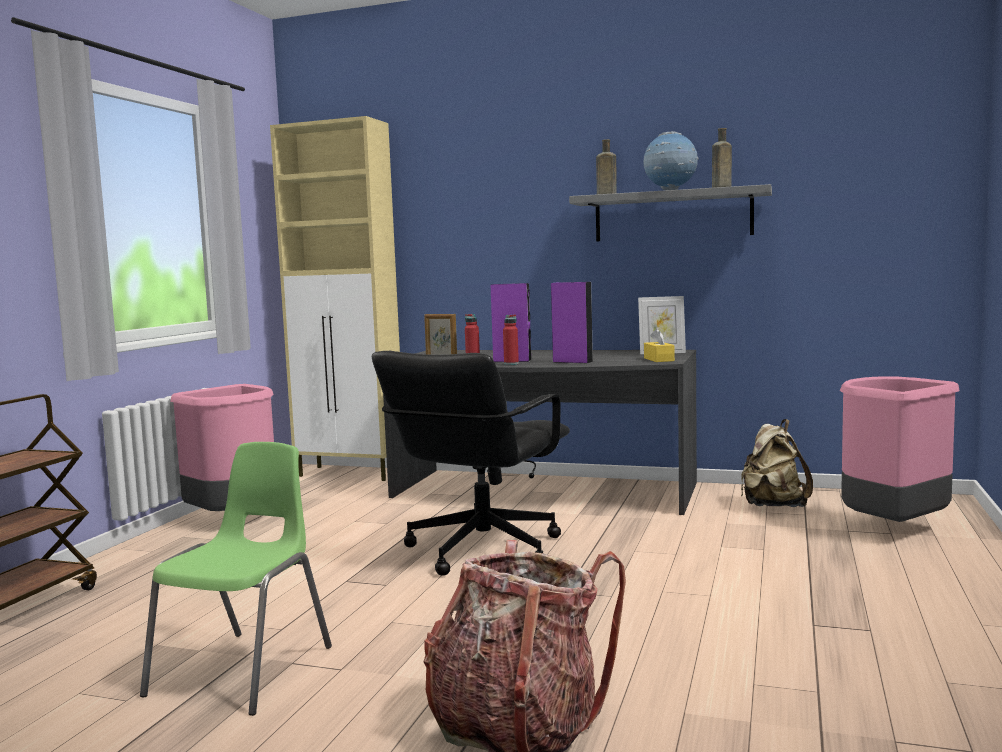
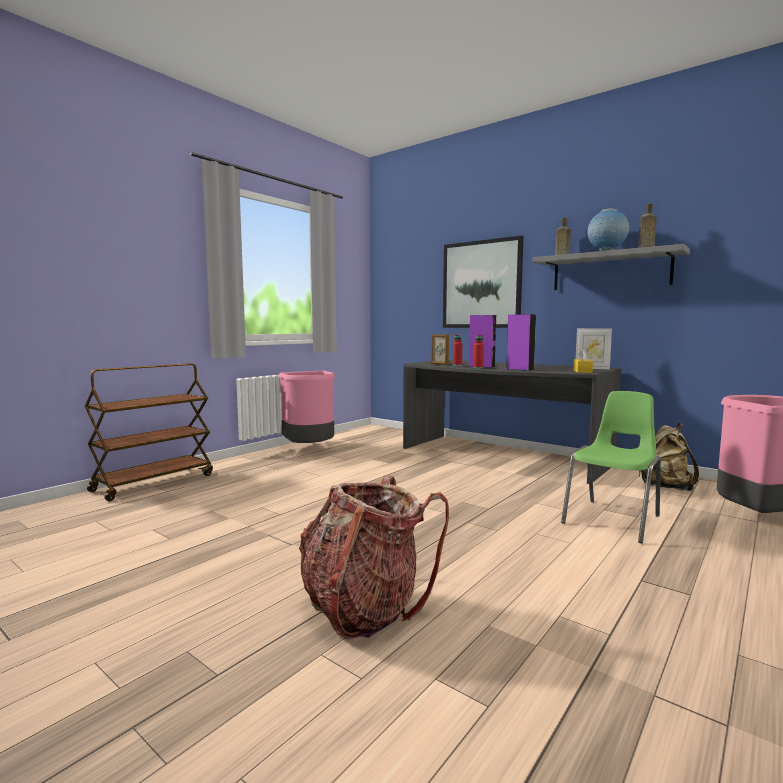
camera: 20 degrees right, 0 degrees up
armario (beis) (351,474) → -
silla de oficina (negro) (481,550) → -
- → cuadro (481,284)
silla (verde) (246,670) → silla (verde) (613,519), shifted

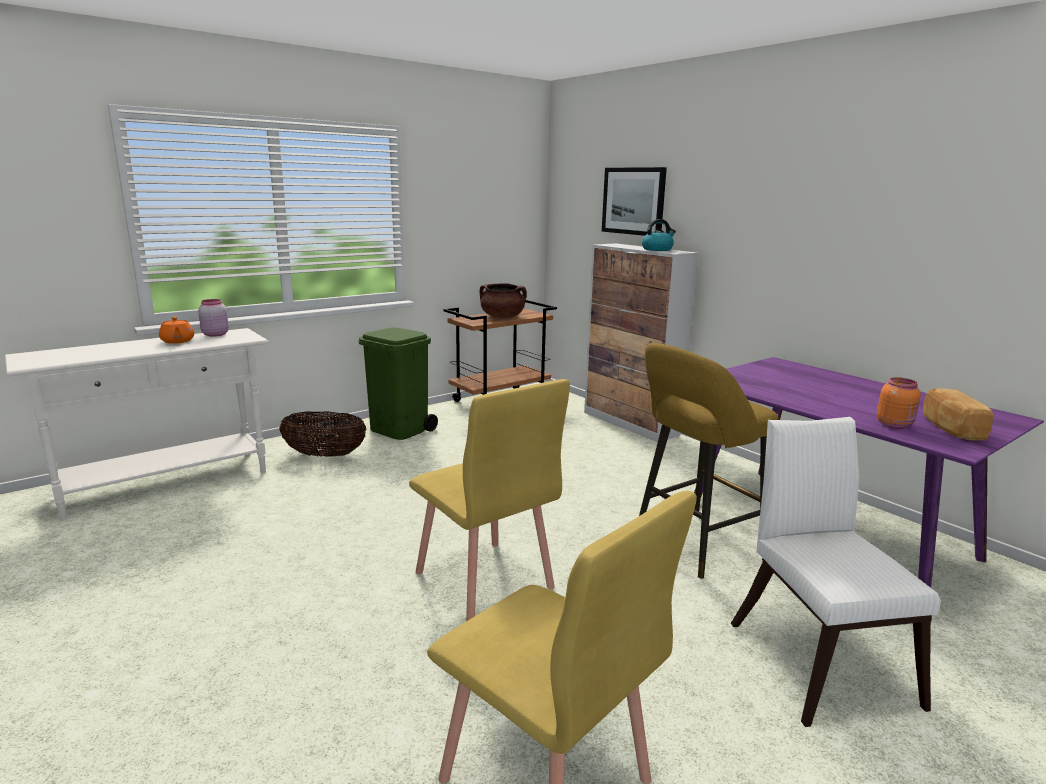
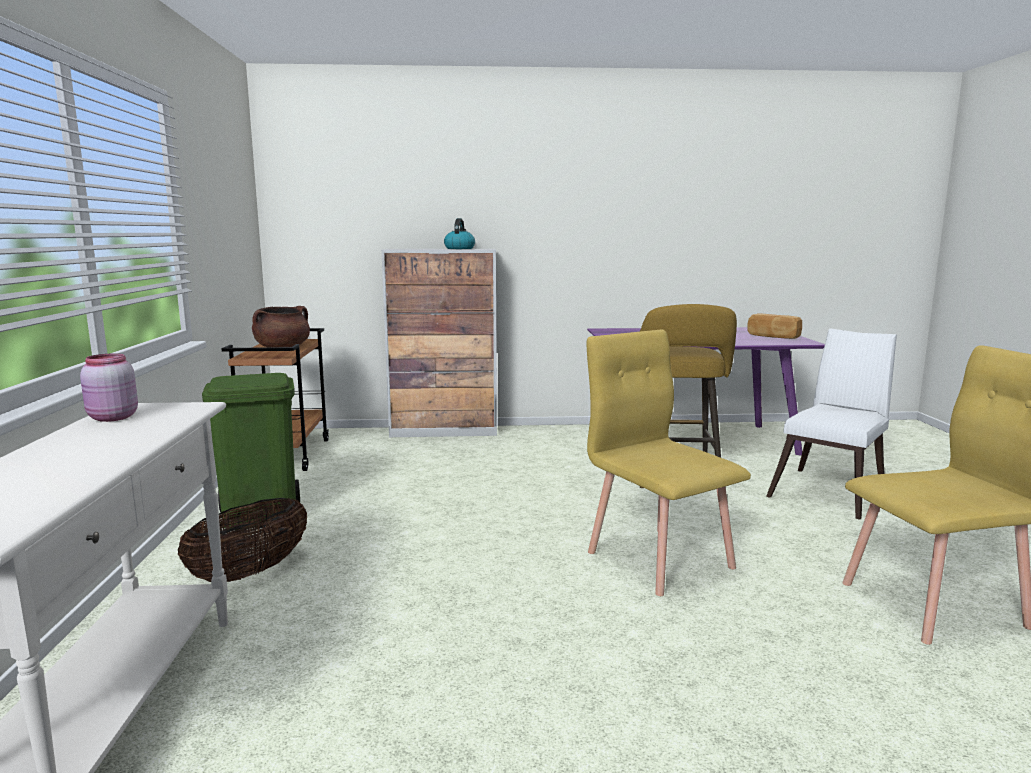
camera: 55 degrees left, 5 degrees down
tetera (naranja) (177,341) → -
cuadro (633,201) → -
tarro (naranja) (895,425) → -
silla (amarillo) (484,581) → silla (amarillo) (659,559), 120 degrees counterclockwise
silla (blanco) (817,656) → silla (blanco) (831,491), 105 degrees clockwise

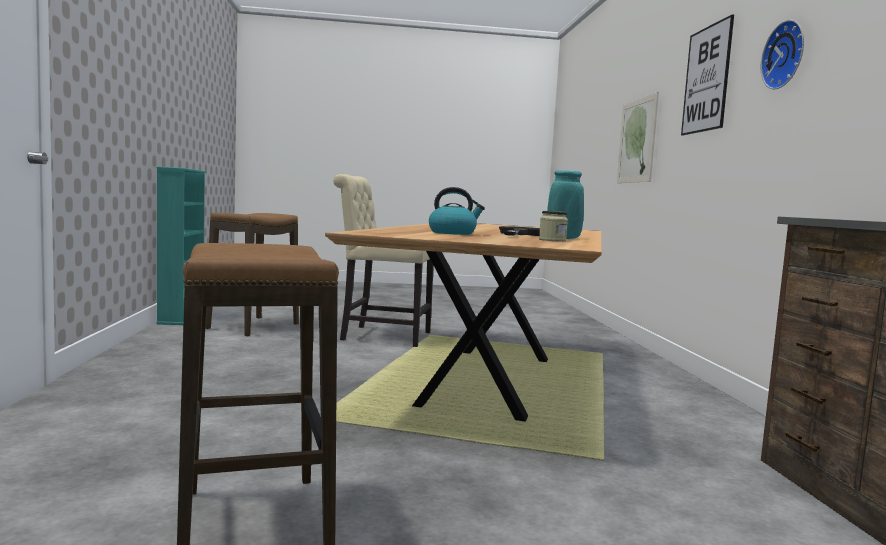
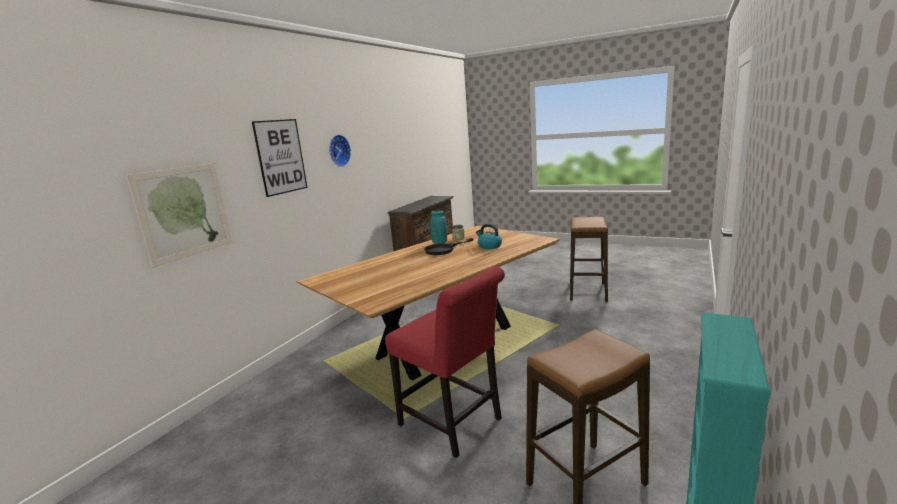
camera: 145 degrees left, 10 degrees up
silla (beis) (381,336) → silla (rojo) (454,424)

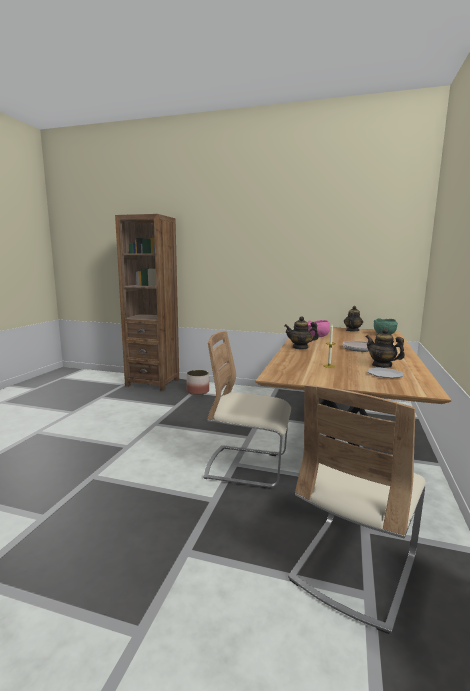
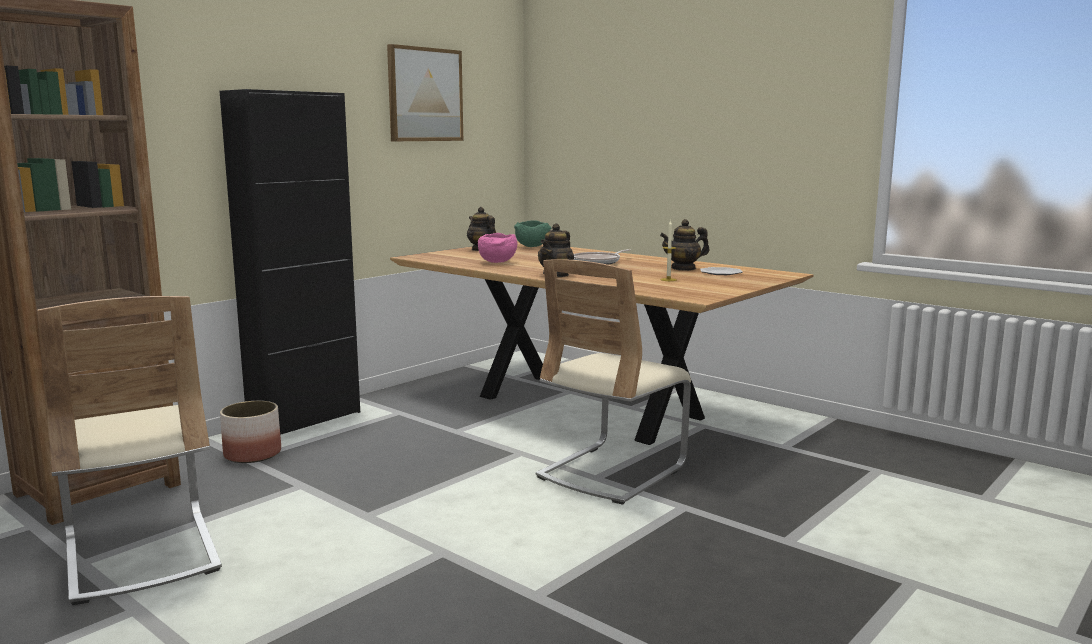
camera: 65 degrees left, 0 degrees up
- → armario (negro) (305,419)
- → cuadro (424,95)
silla (beis) (354,567) → silla (beis) (141,554), shifted

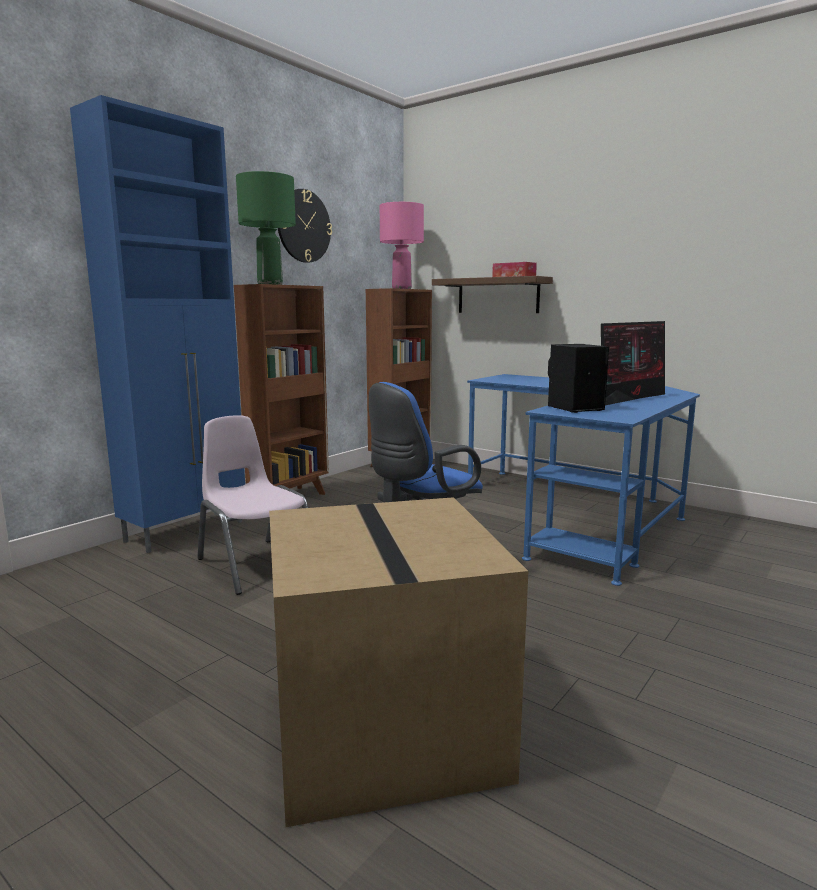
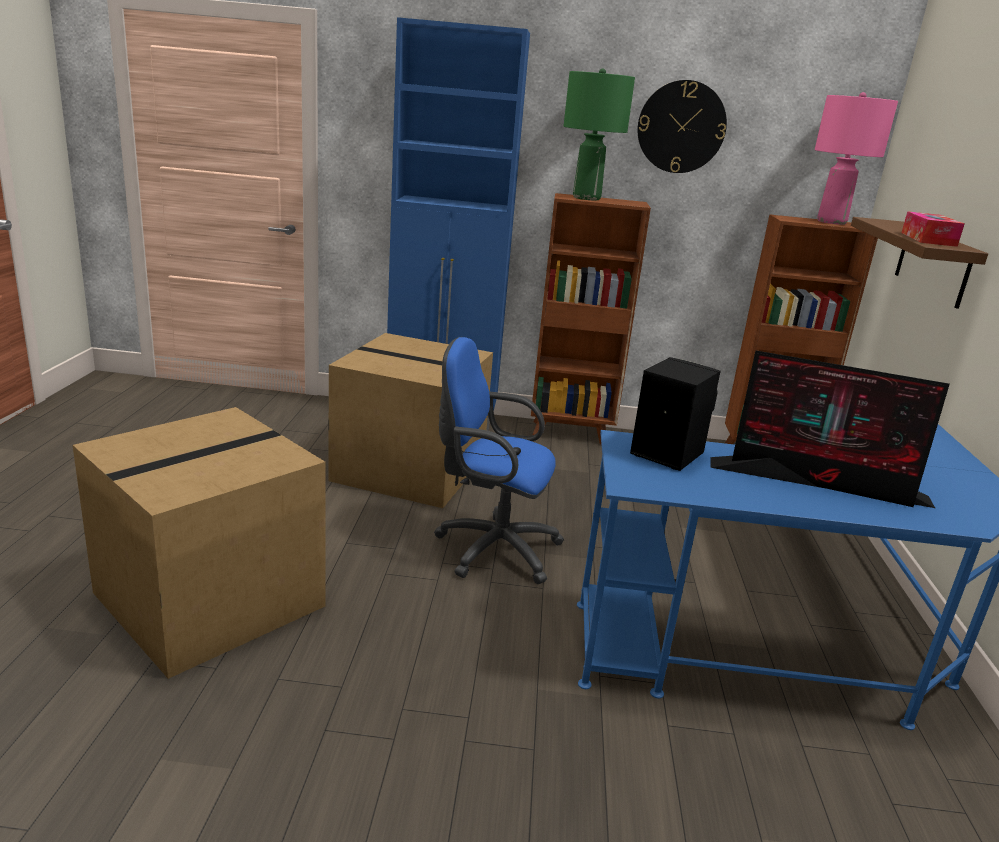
camera: 55 degrees right, 10 degrees up
silla (rosa) (256,564) → caja de cartón (412,469)

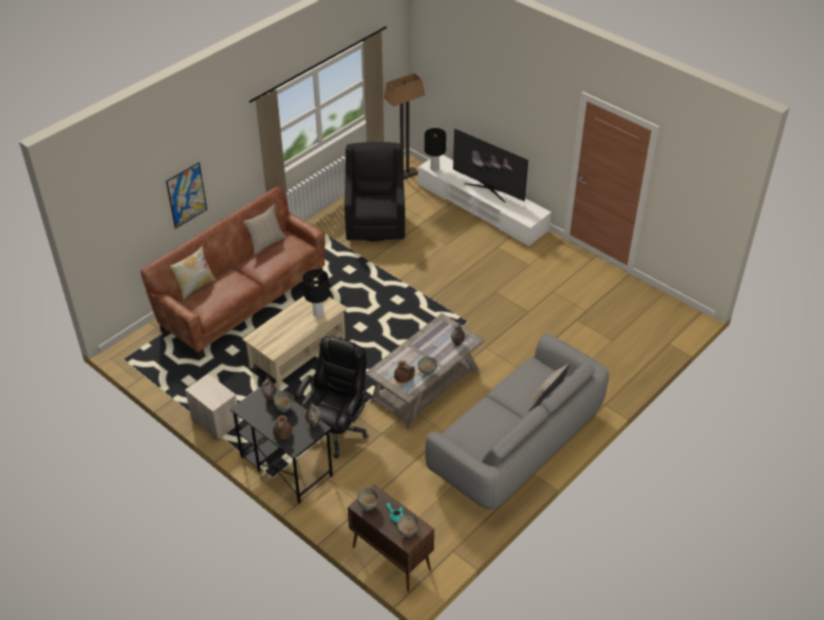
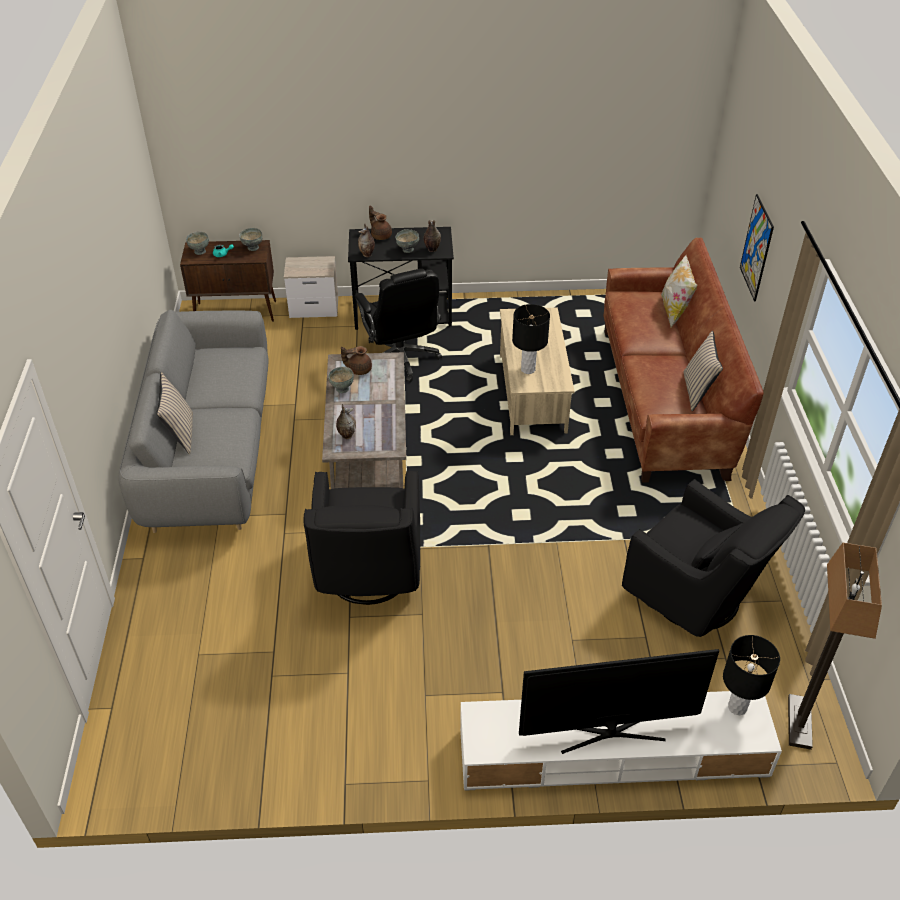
camera: 135 degrees right, 0 degrees up
- → sillón (negro) (368,574)
mesita de noche (215,420) → mesita de noche (315,308), shifted

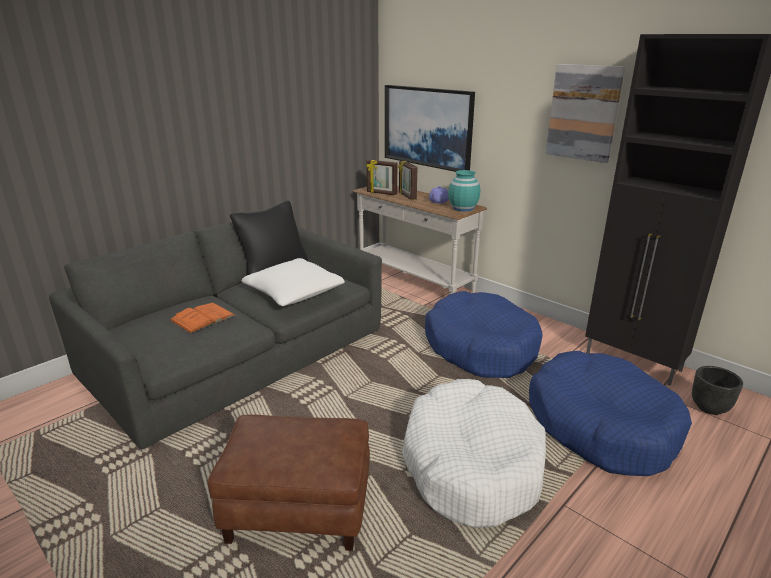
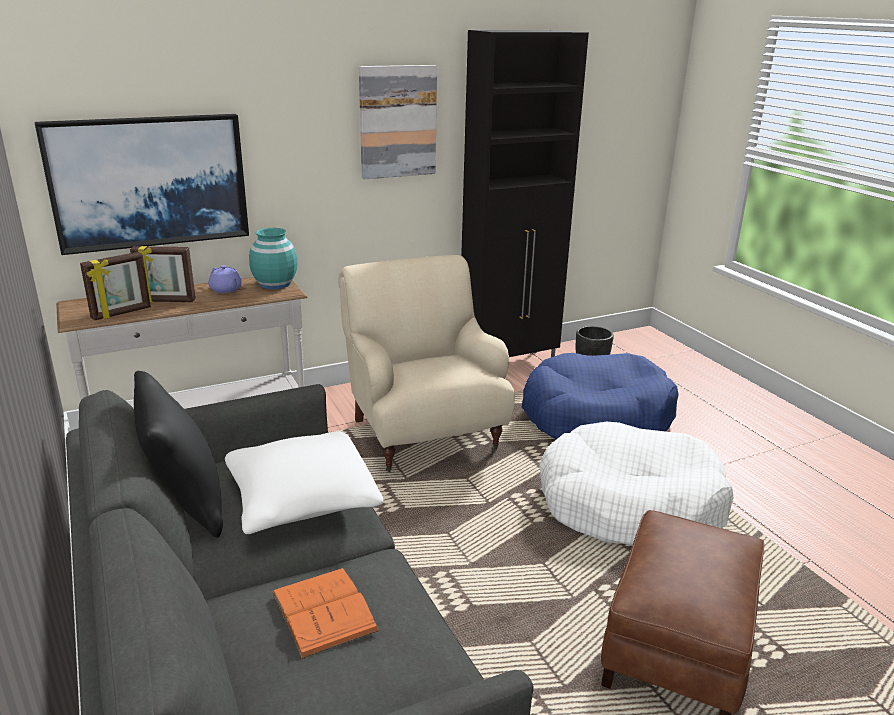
camera: 70 degrees left, 0 degrees up
cama para perro (azul) (480,347) → sillón (beis) (423,433)

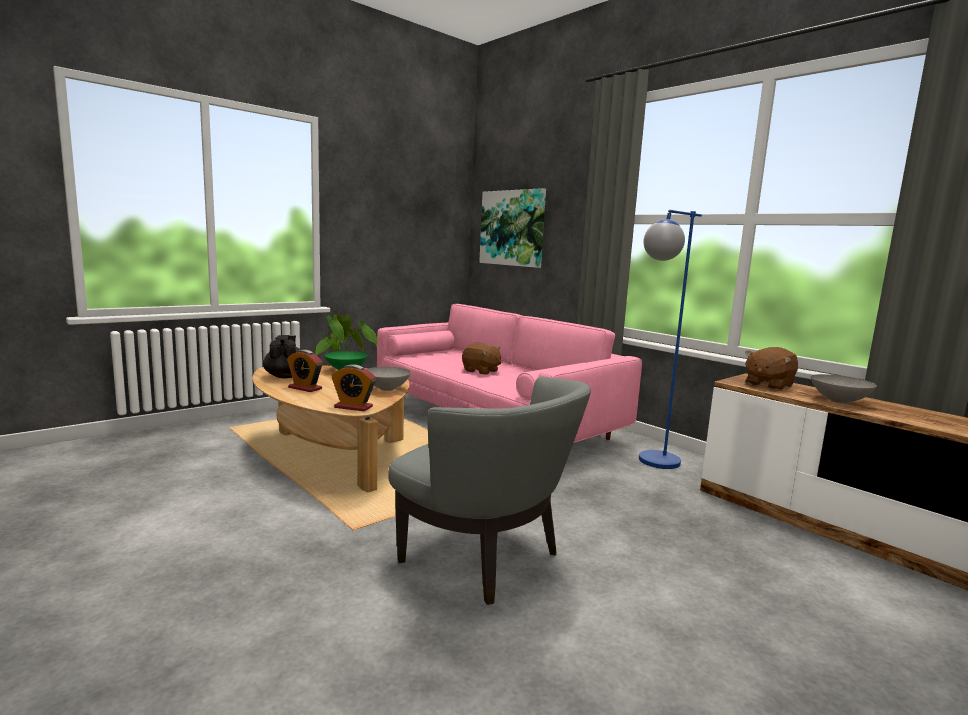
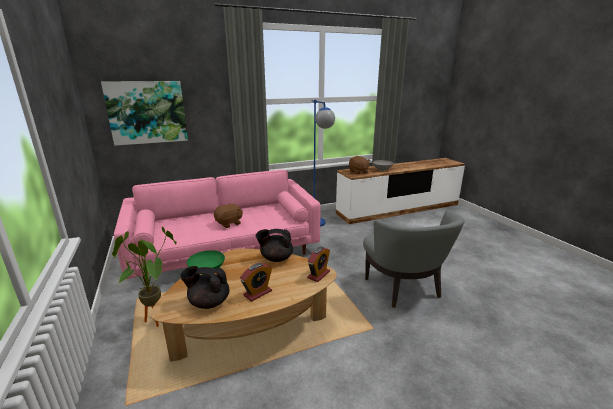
camera: 70 degrees left, 10 degrees up
cuenco (gris) (387,388) → tetera (negro) (276,258)
sillón (gris) (486,558) → sillón (gris) (404,289), 105 degrees clockwise

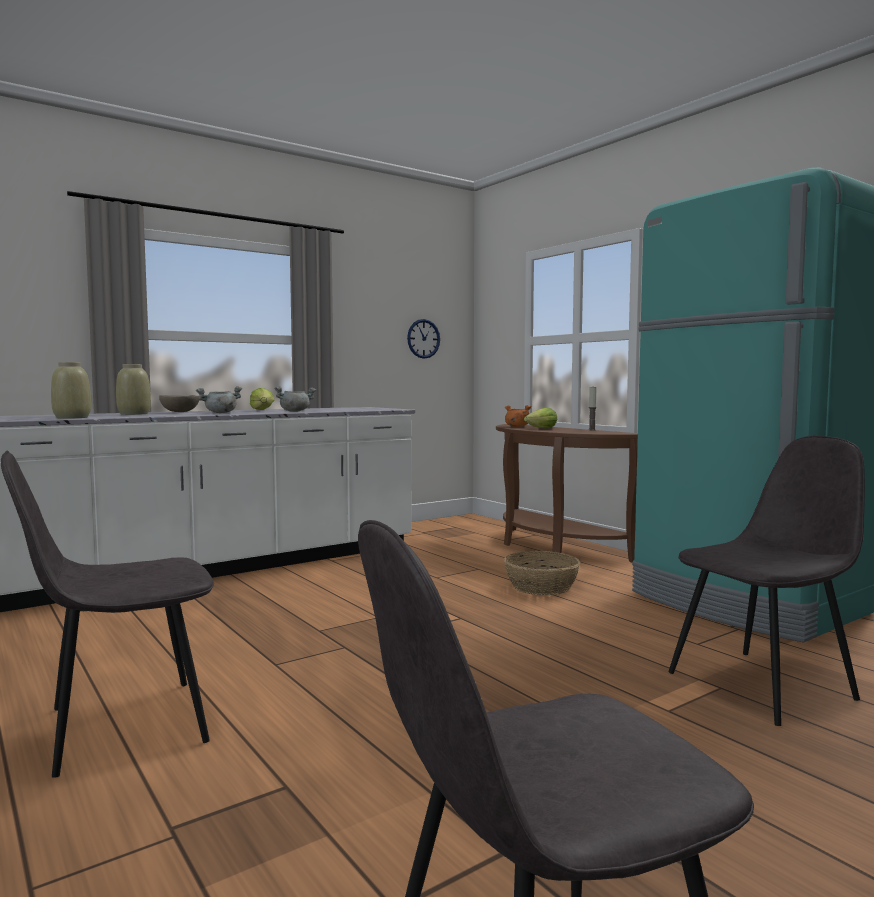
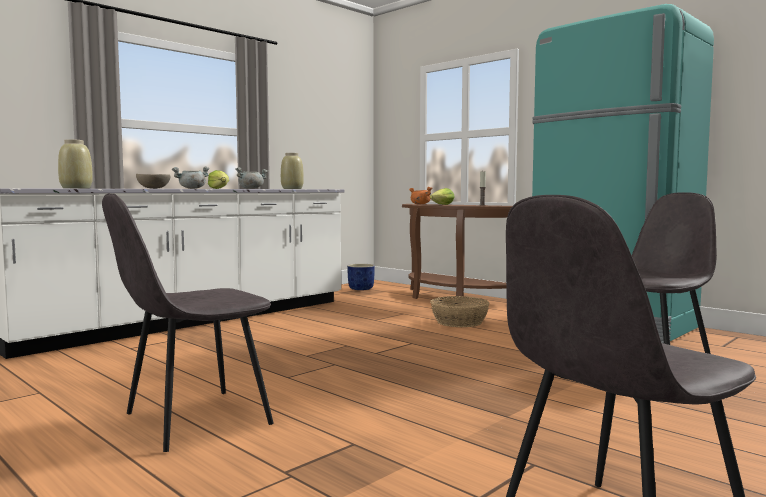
camera: 10 degrees left, 0 degrees up
reloj de pared (423,338) → -
- → maceta (azul) (360,289)
florero (beis) (133,414) → florero (beis) (291,188), shifted

